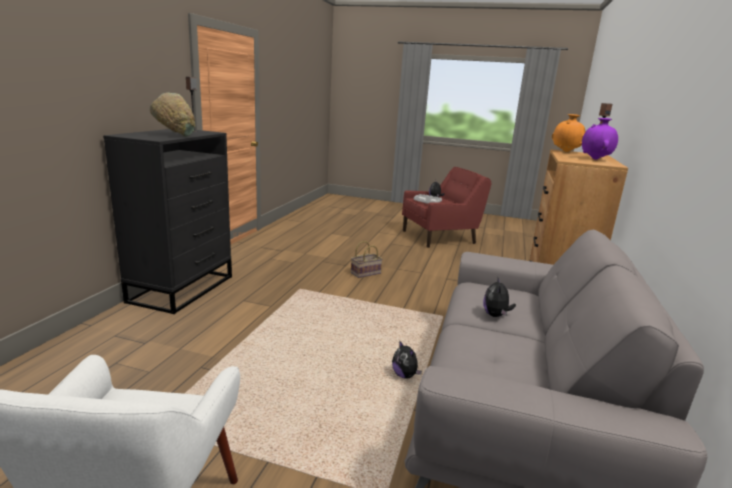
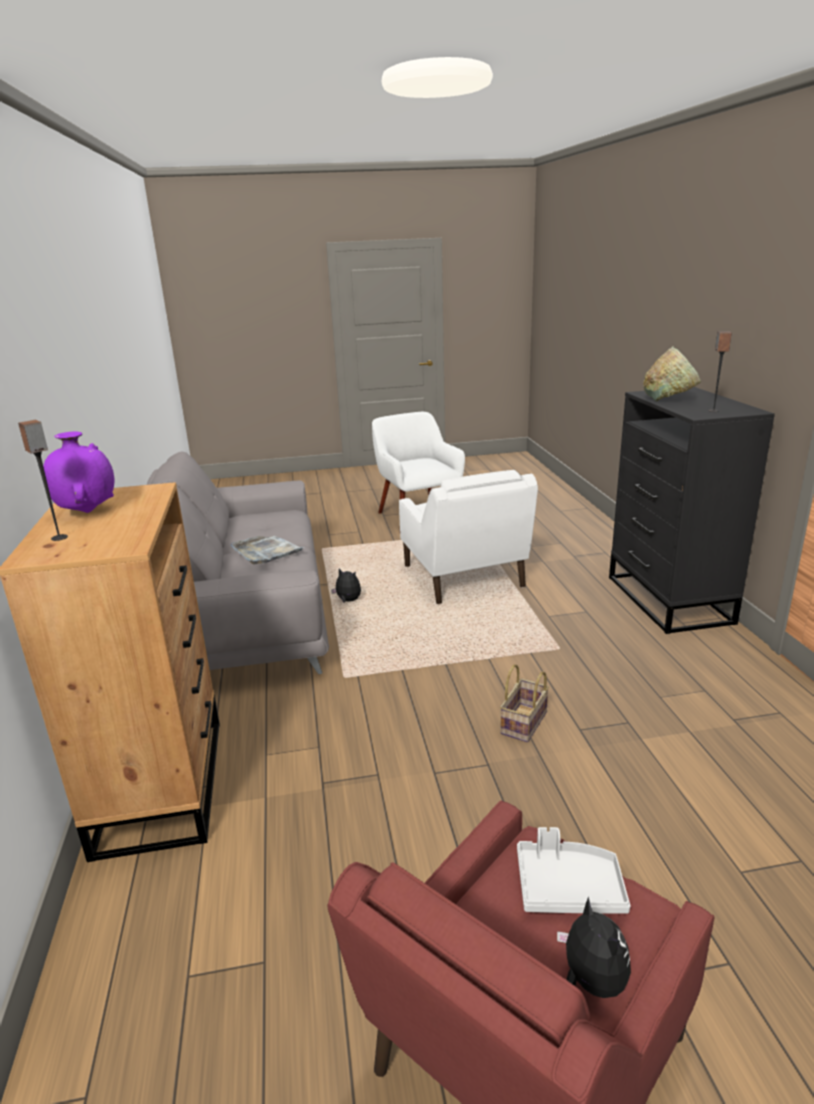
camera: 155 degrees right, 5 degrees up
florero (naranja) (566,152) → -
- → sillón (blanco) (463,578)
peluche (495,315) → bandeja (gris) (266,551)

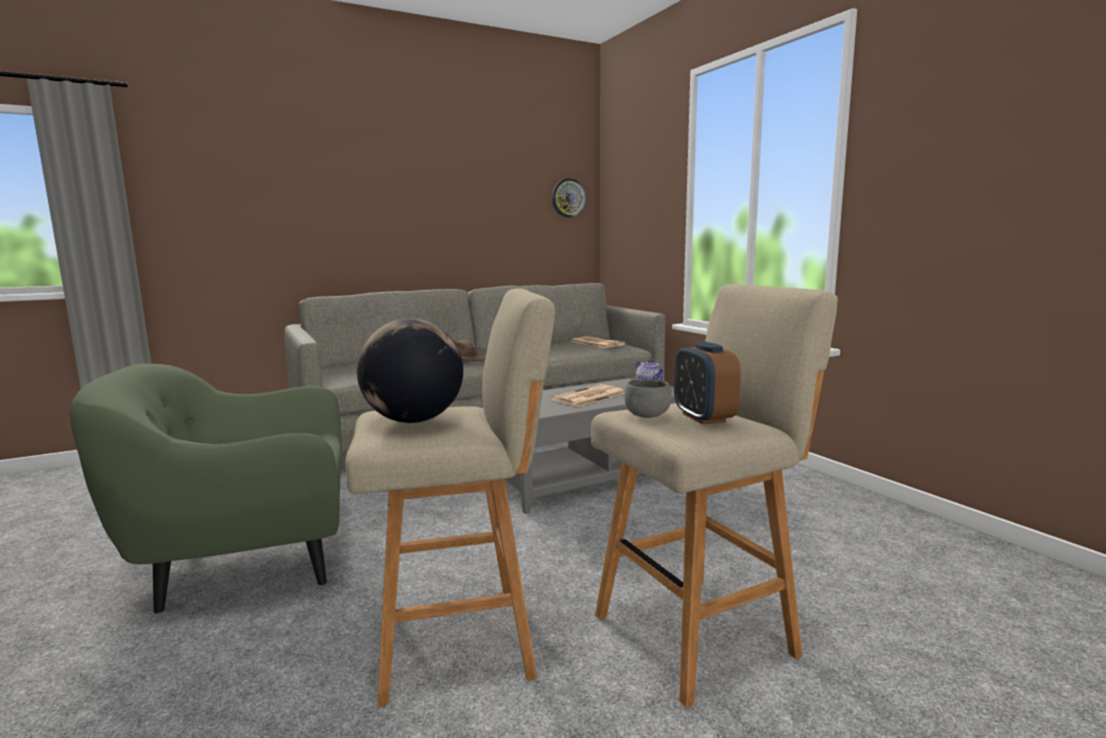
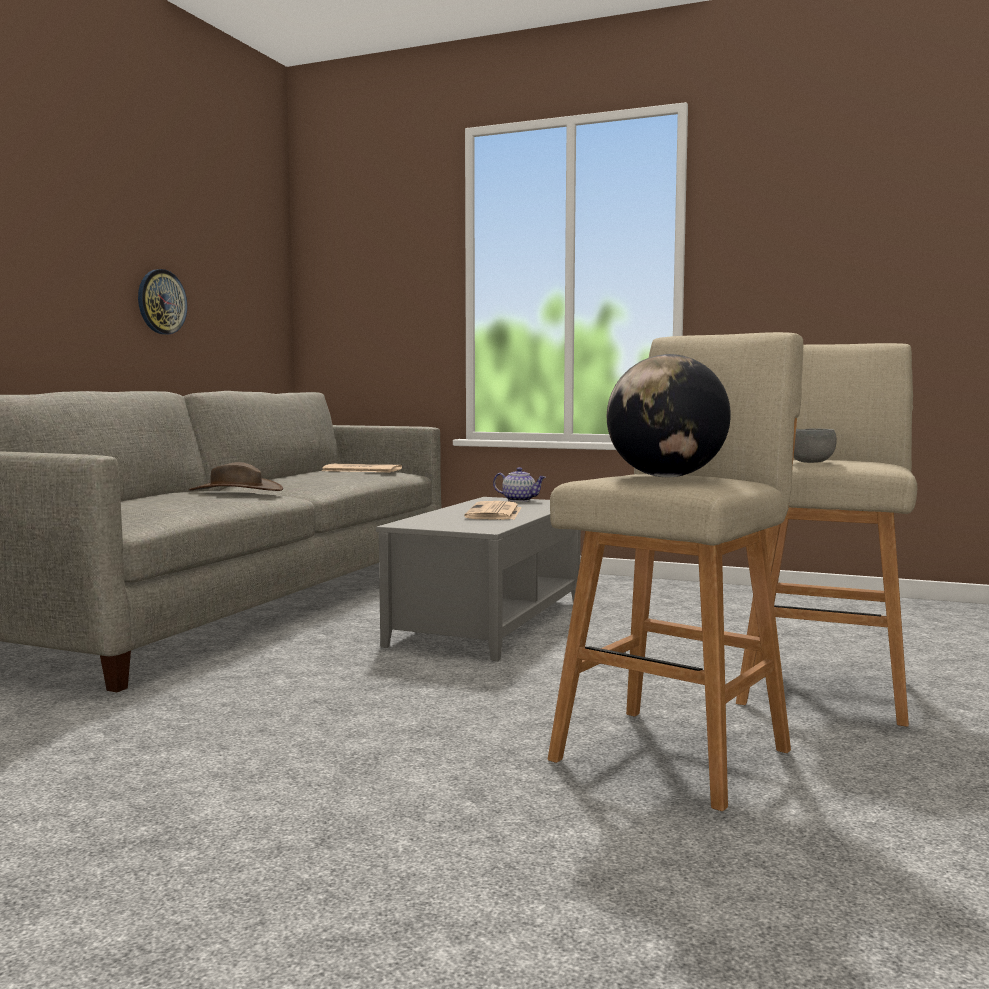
camera: 40 degrees left, 5 degrees down
sillón (verde) (246,561) → -
despertador (703,417) → -
reloj de pared (568,198) → reloj de pared (161,302), shifted

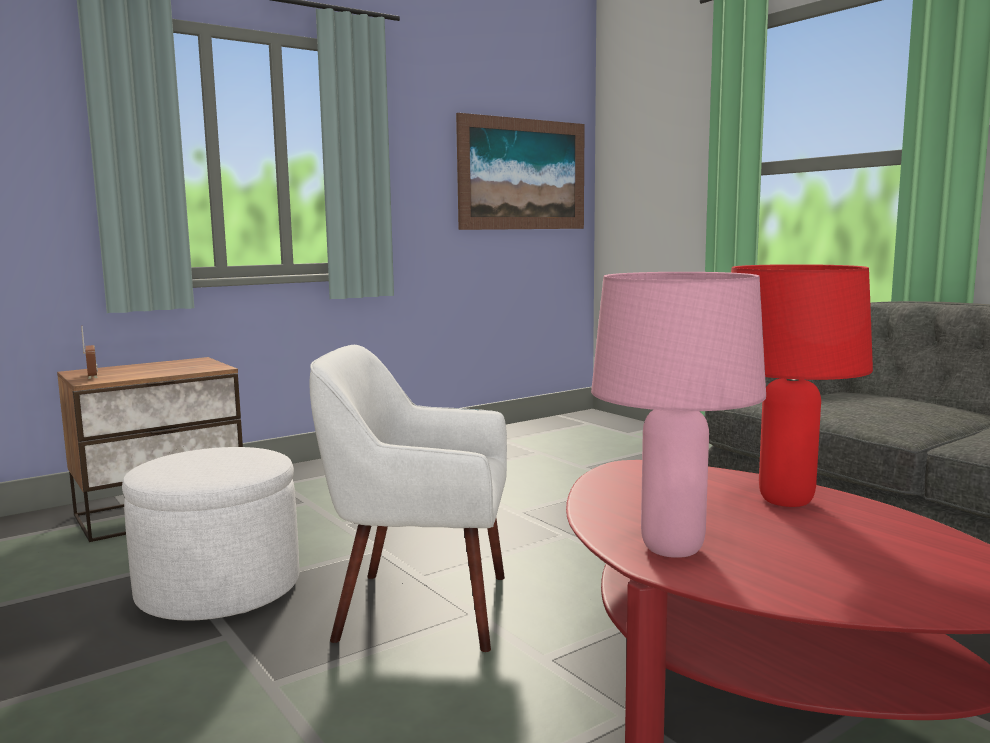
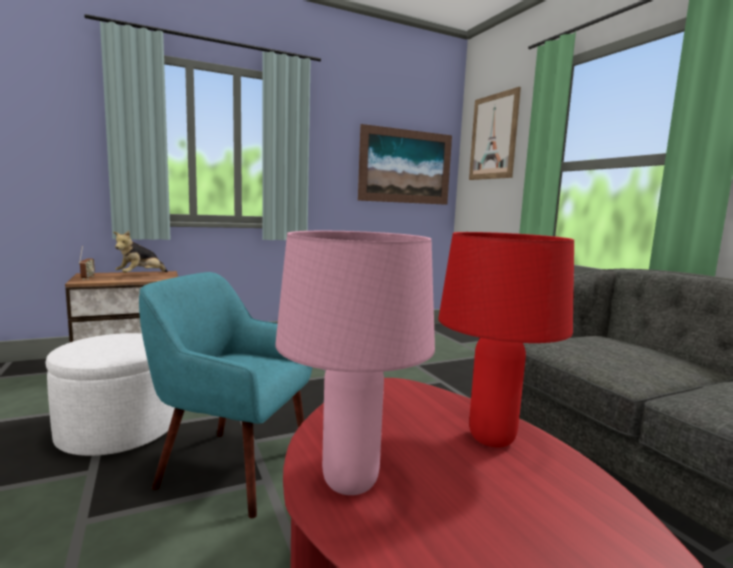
camera: 10 degrees right, 0 degrees up
- → peluche (140,275)
- → cuadro (493,137)
sillón (blanco) (421,608) → sillón (turquesa) (233,467)

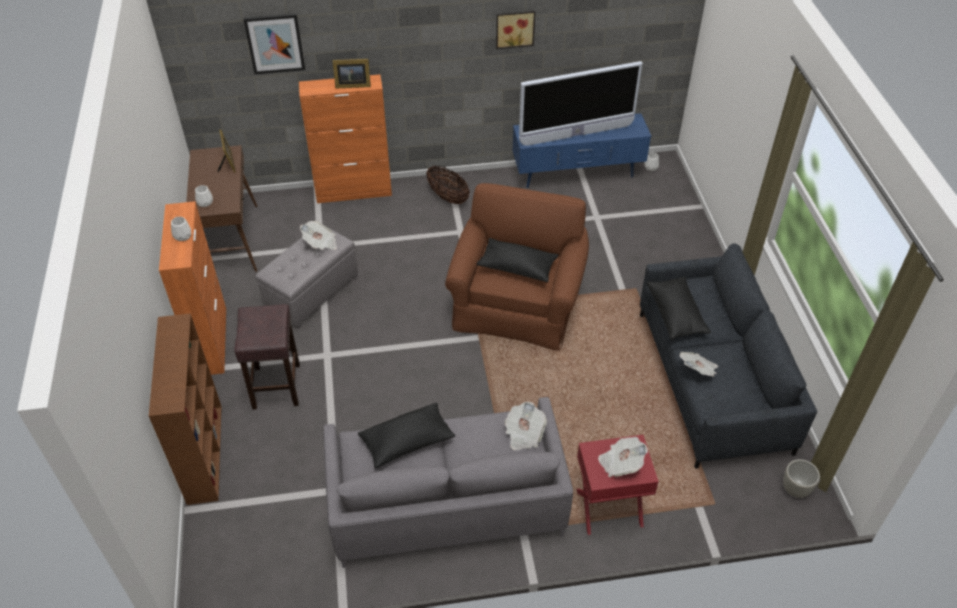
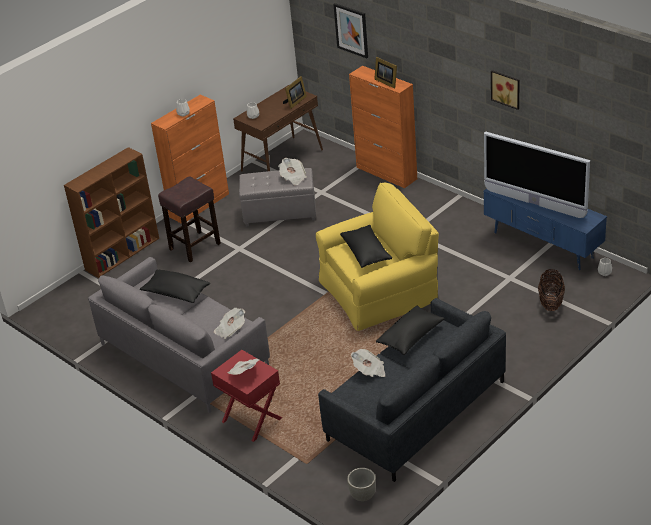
camera: 55 degrees right, 10 degrees down
cesta (448,197) → cesta (551,302), shifted
sillón (marrón) (518,300) → sillón (amarillo) (379,290)

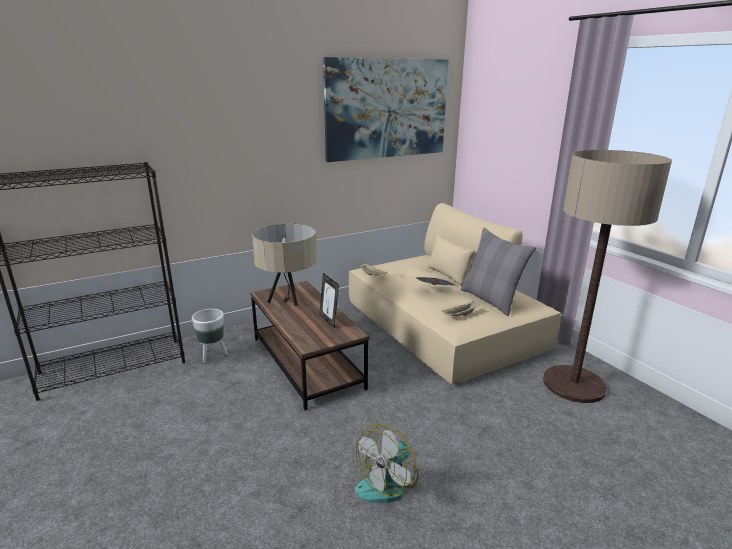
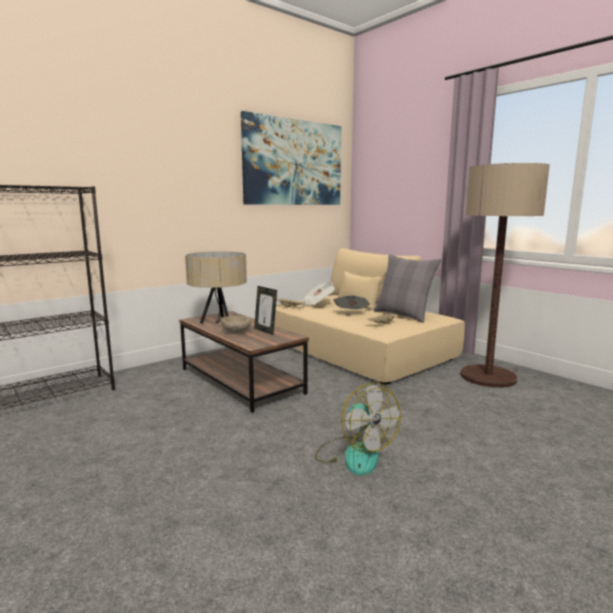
camera: 10 degrees left, 10 degrees down
maceta (blanco) (213,355) → -
- → cuenco (beis) (236,332)
- → periódico (316,303)
ventilador (388,483) → ventilador (354,454), 60 degrees counterclockwise

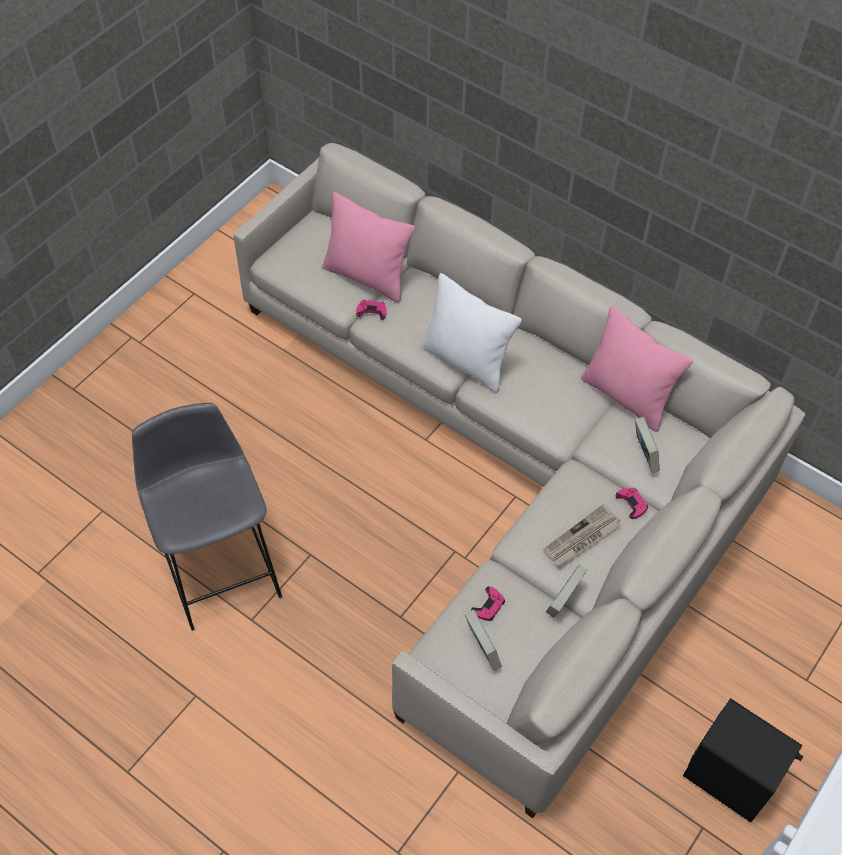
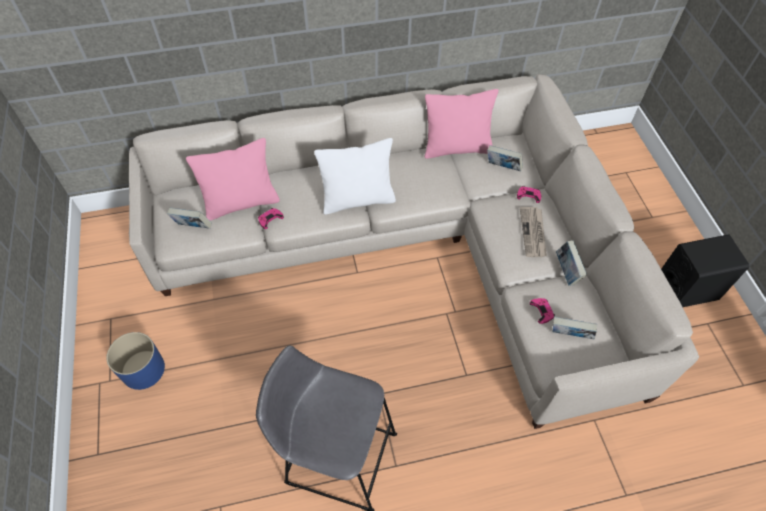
camera: 50 degrees left, 0 degrees up
- → maceta (azul) (143,369)
- → libro (193,227)

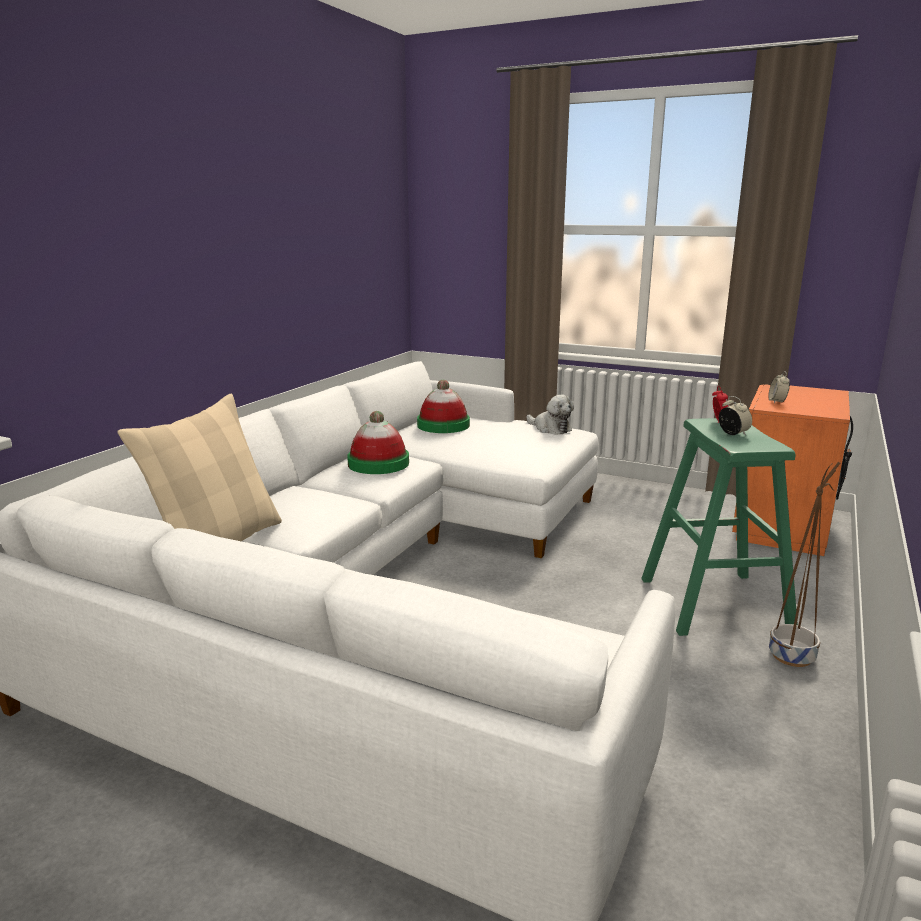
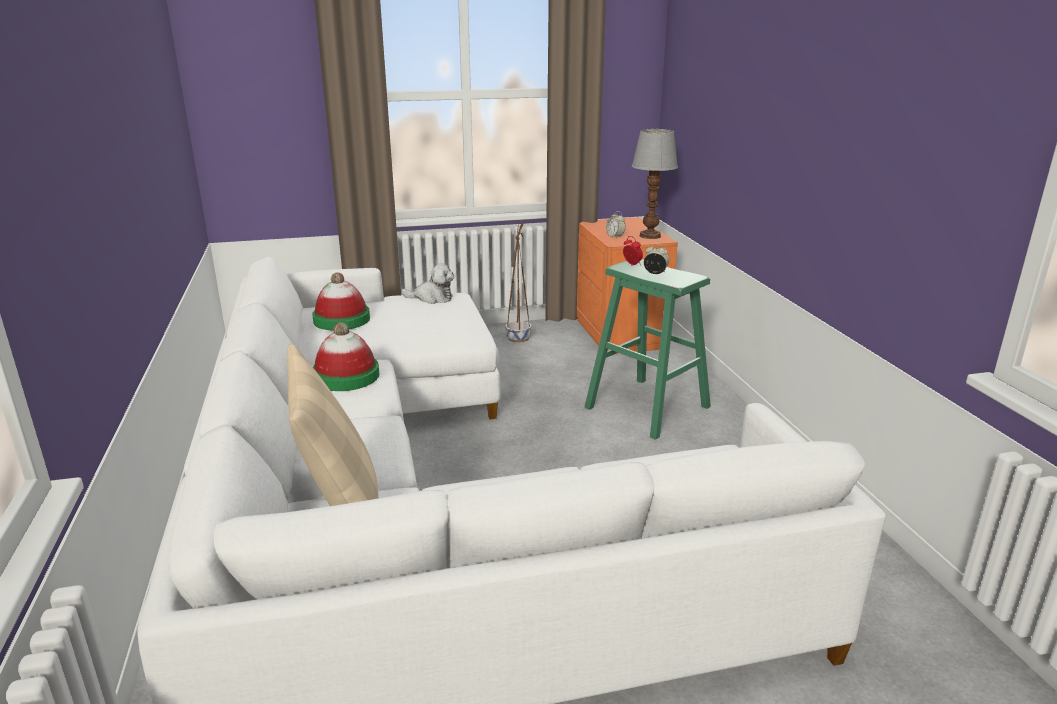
camera: 40 degrees left, 5 degrees up
- → lámpara de mesa (650,236)
maceta (marrón) (792,656) → maceta (marrón) (518,338), shifted

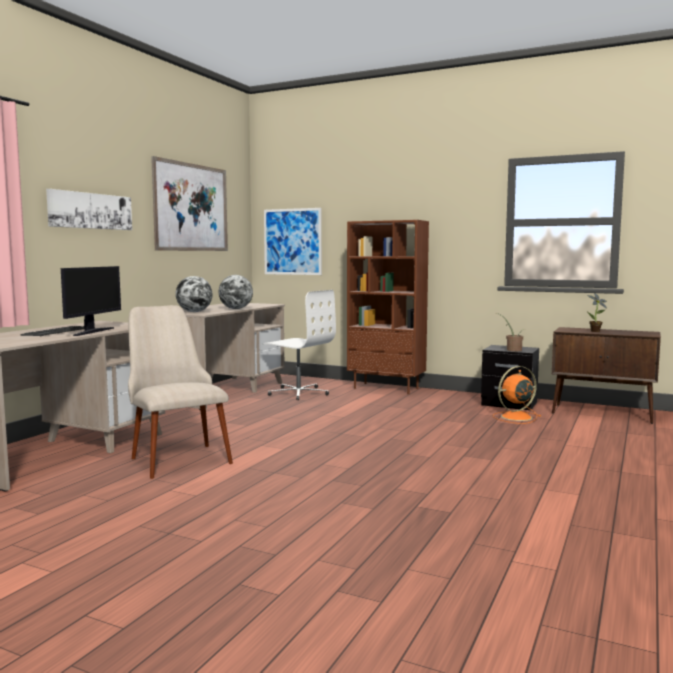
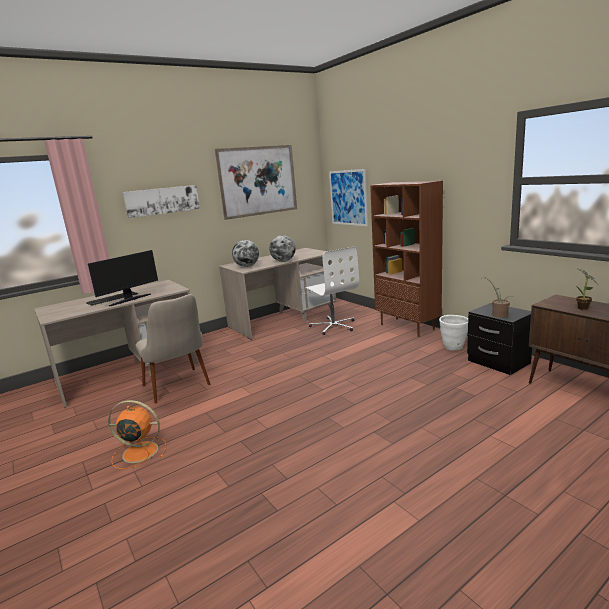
camera: 30 degrees right, 10 degrees up
- → maceta (blanco) (453,347)
ventilador (naranja) (515,417) → ventilador (naranja) (138,452), shifted
silla (beis) (175,456) → silla (beis) (180,389), 150 degrees clockwise

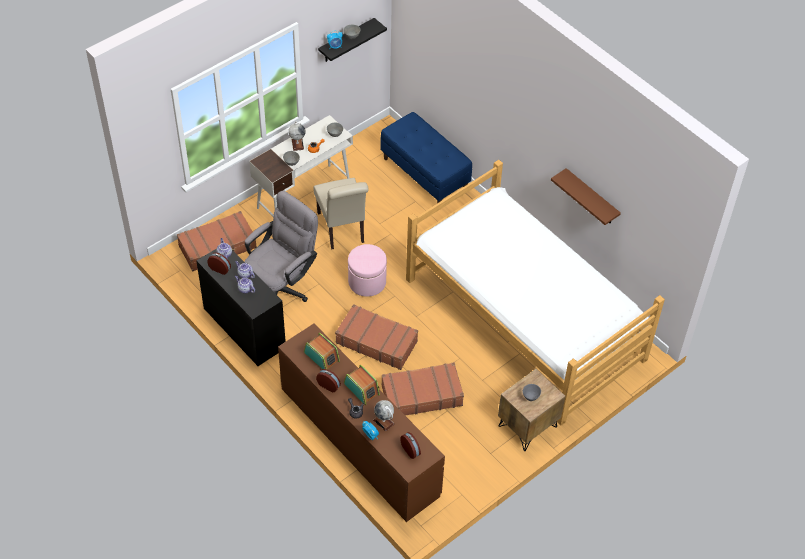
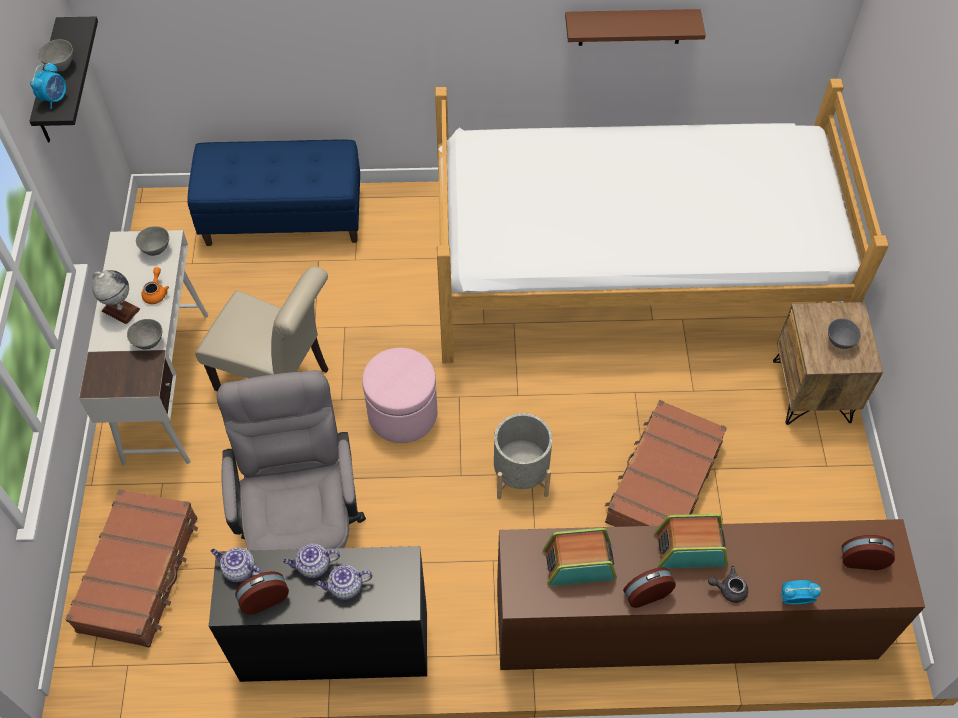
camera: 50 degrees left, 5 degrees up
globo terráqueo (384,422) → -
maleta (marrón) (376,342) → maceta (gris) (520,475)

